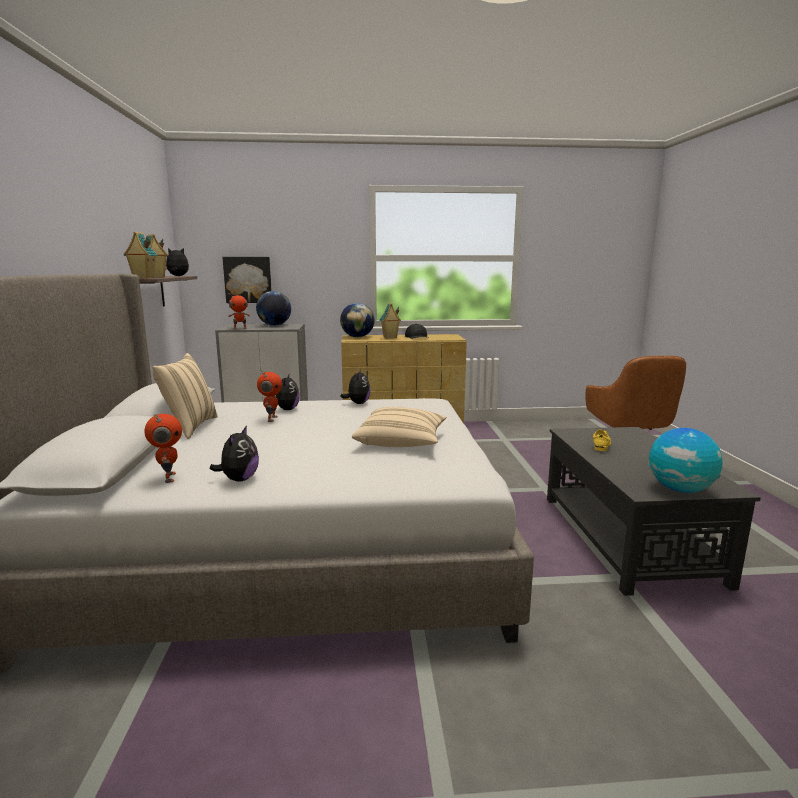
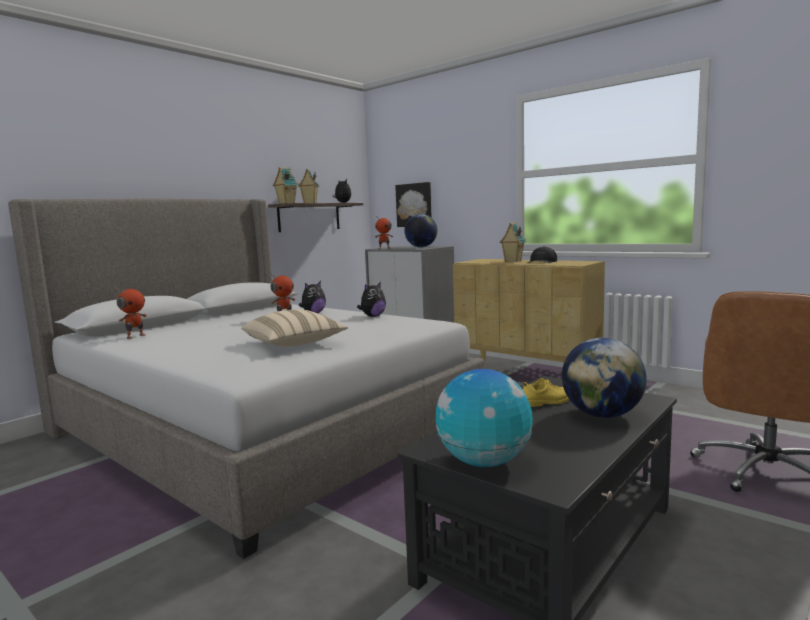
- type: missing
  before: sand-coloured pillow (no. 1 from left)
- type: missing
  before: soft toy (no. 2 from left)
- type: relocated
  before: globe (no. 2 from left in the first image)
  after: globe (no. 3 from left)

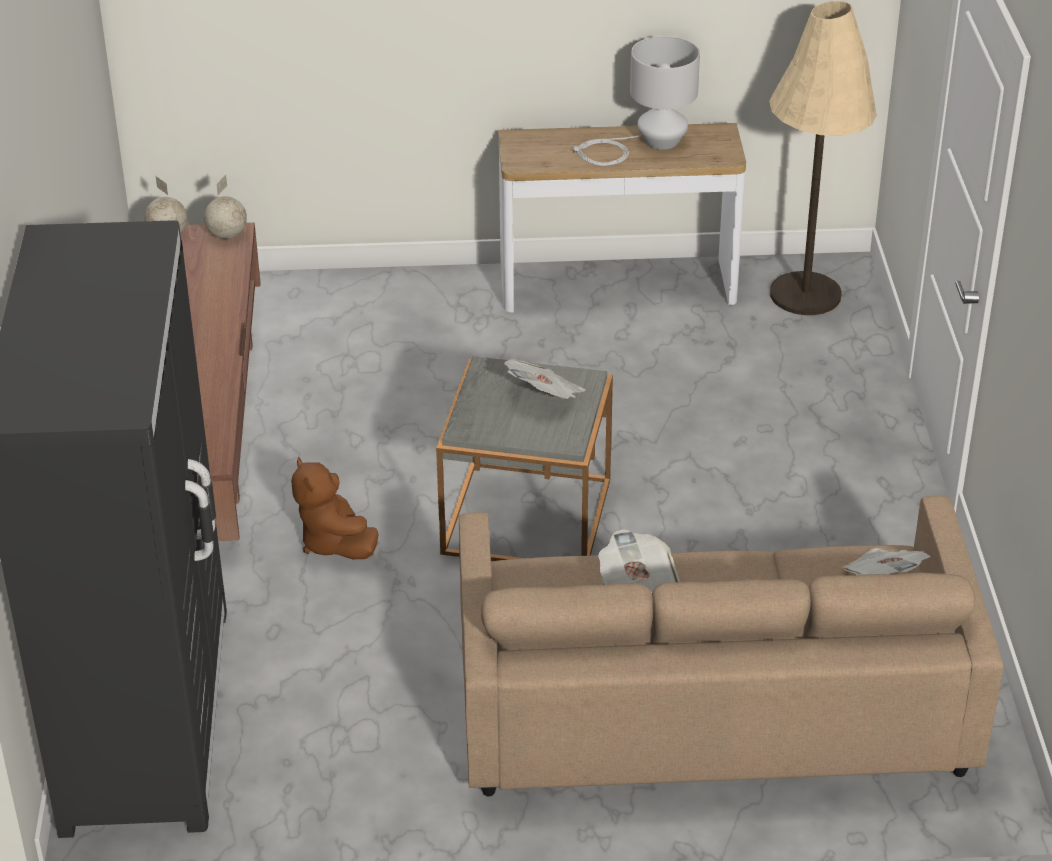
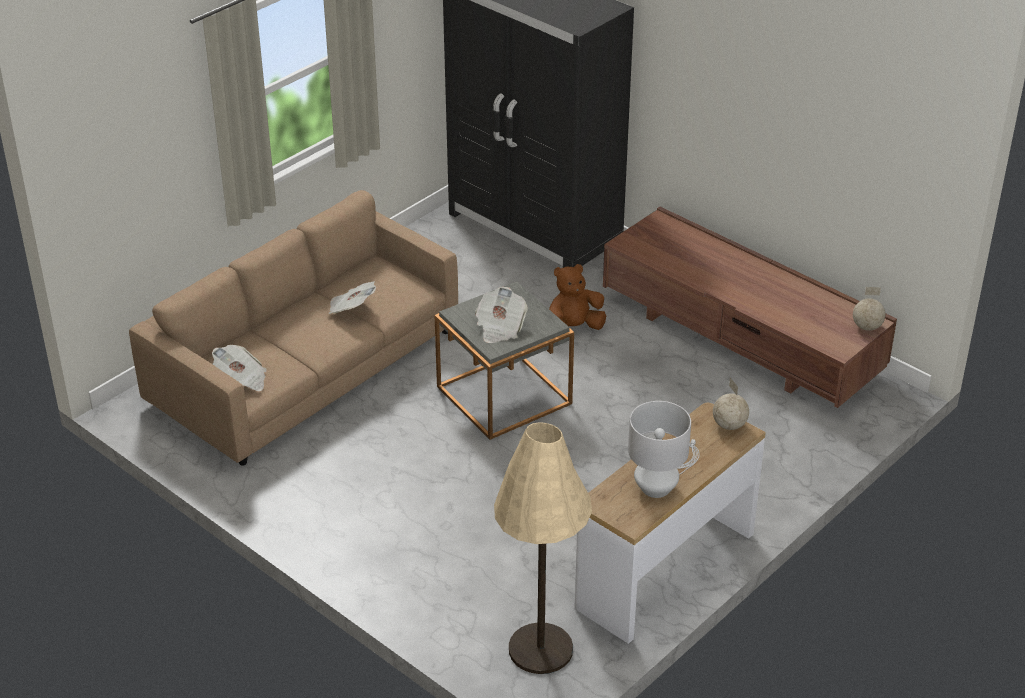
- type: relocated
  before: globe (no. 2 from left in the first image)
  after: globe (no. 1 from left)
- type: spun
  before: brownish soft toy
  turn: -45

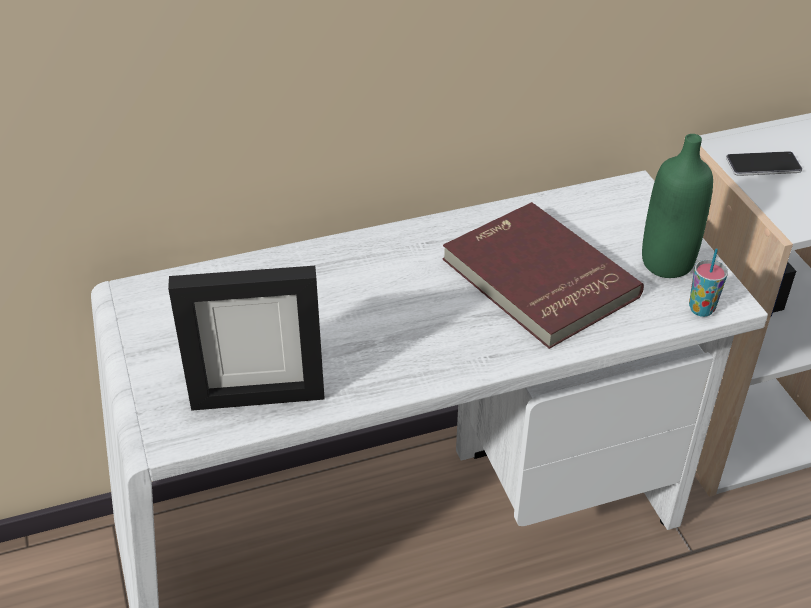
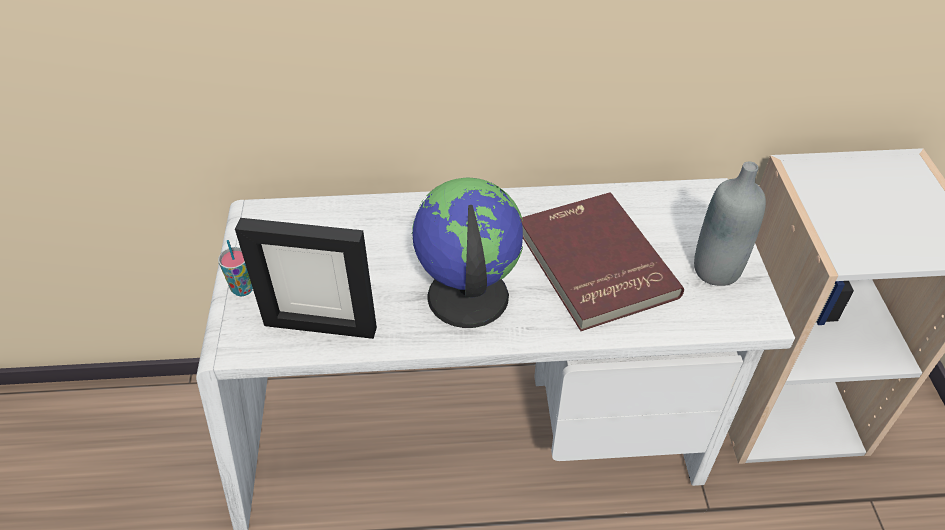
- type: colour
  before: green beverage bottle
  after: gray beverage bottle
- type: relocated
  before: drinking cup
- type: missing
  before: handset
- type: appeared
  after: globe

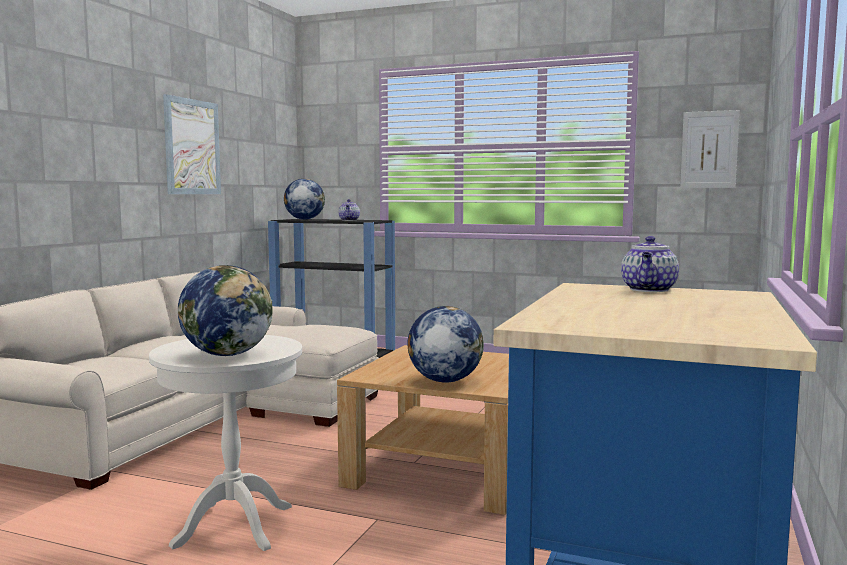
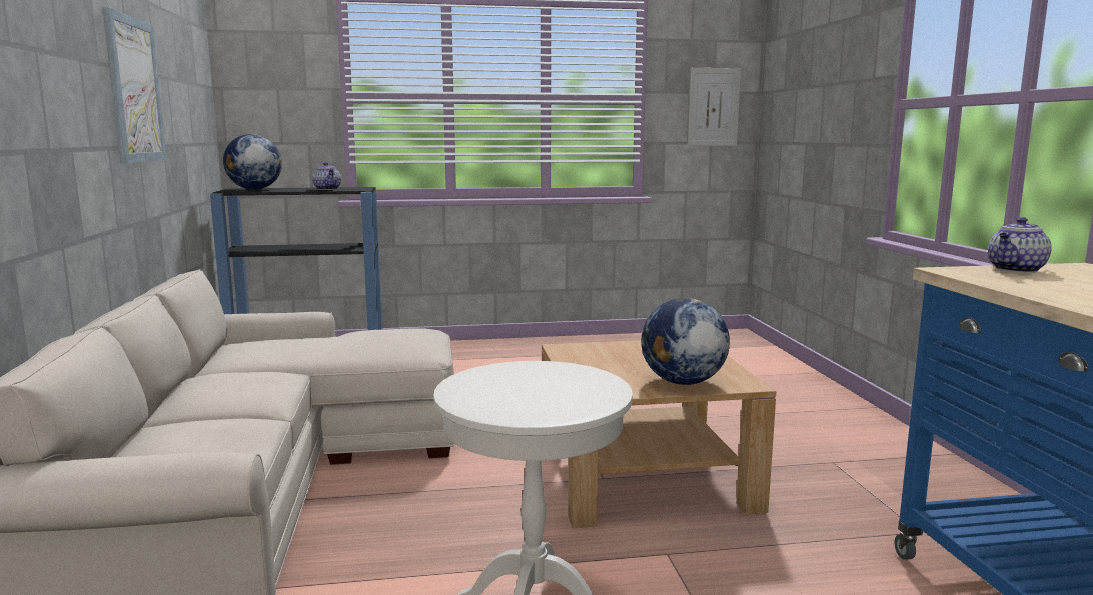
- type: missing
  before: globe (no. 1 from left)
- type: spun
  before: pot for tea (no. 2 from left)
  turn: 60

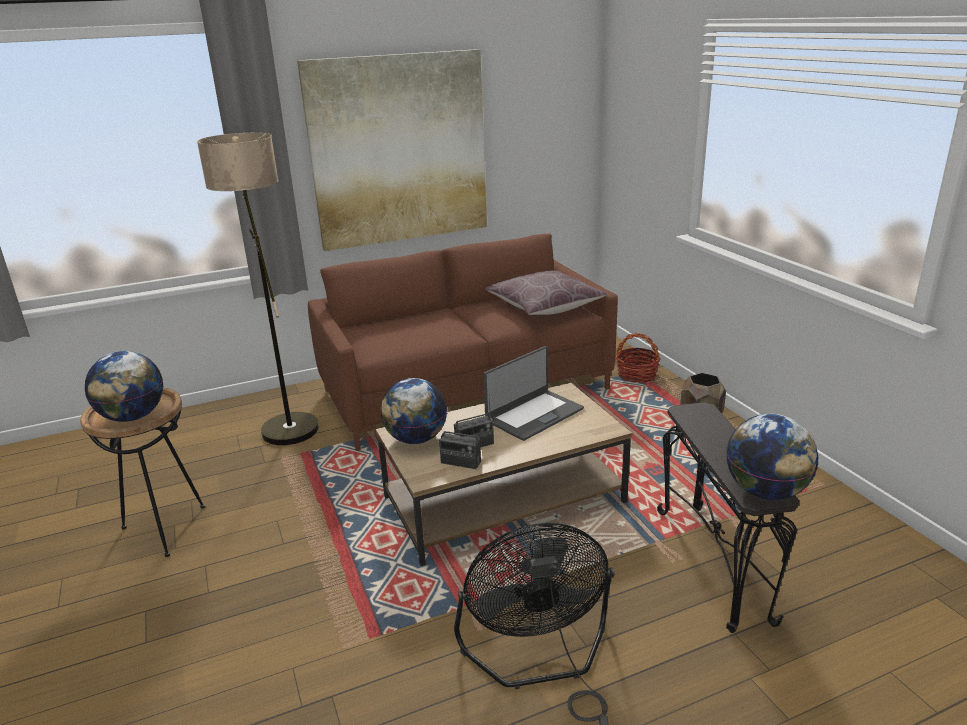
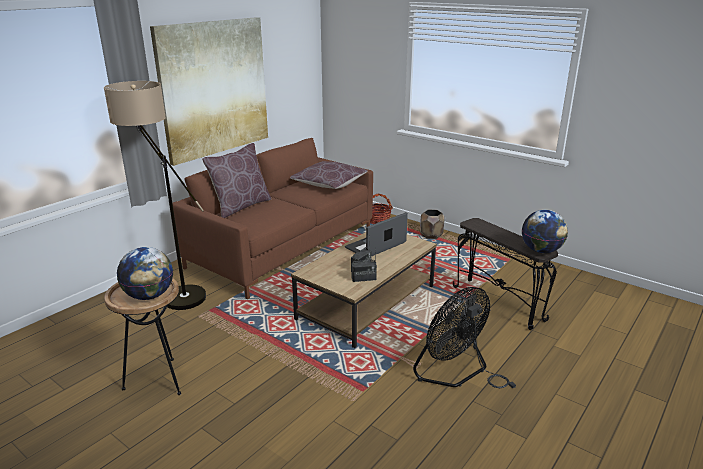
- type: missing
  before: globe (no. 2 from left)
- type: spun
  before: laptop
  turn: -150
- type: appeared
  after: brownish pillow (no. 1 from left)

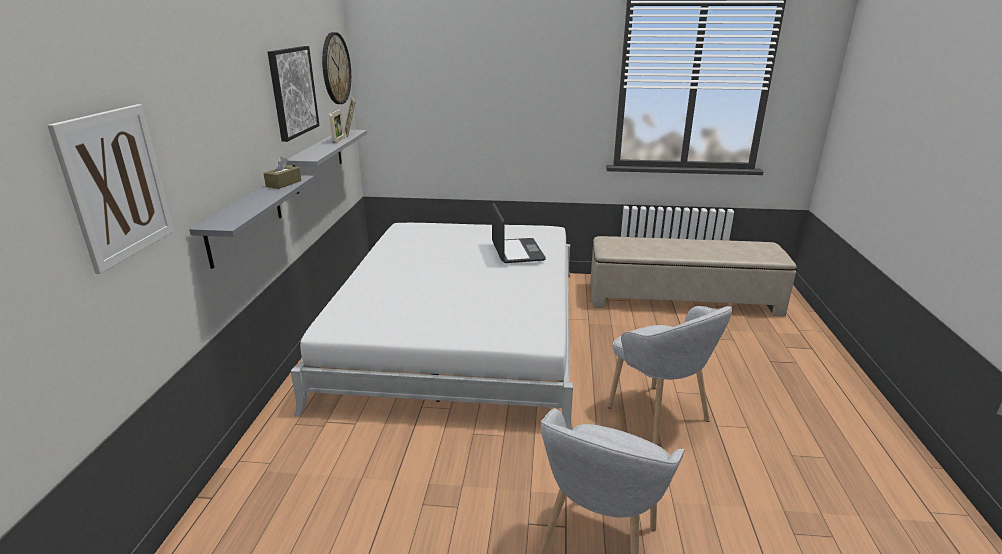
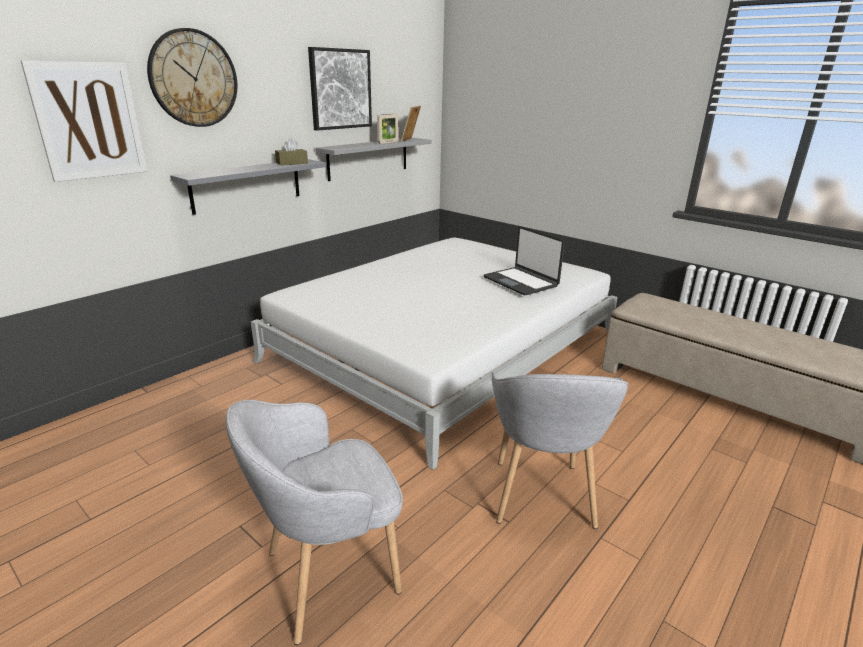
- type: relocated
  before: wall clock
- type: spun
  before: laptop
  turn: 120

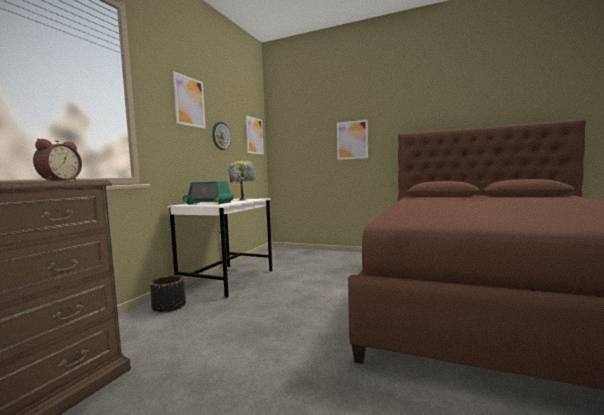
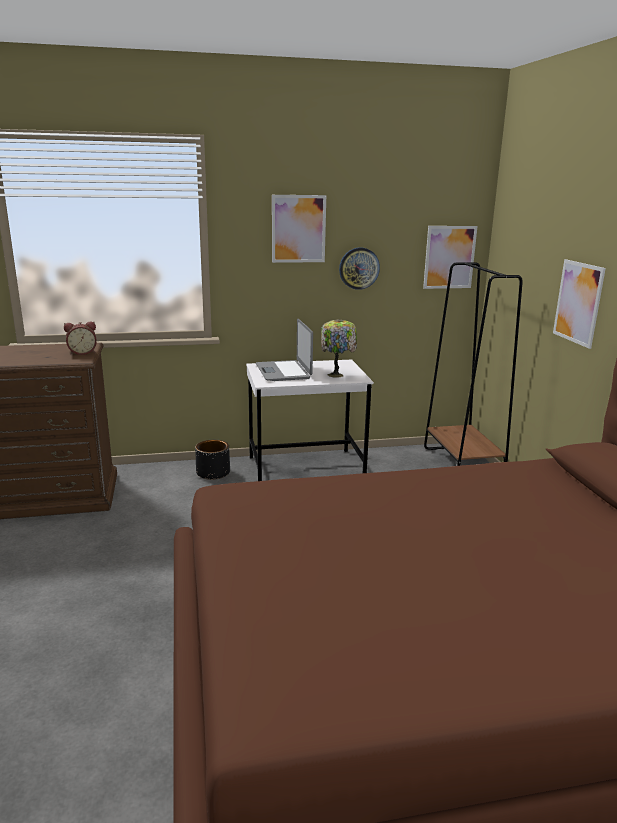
- type: exchanged
  before: radio set
  after: laptop
- type: appeared
  after: garment rack

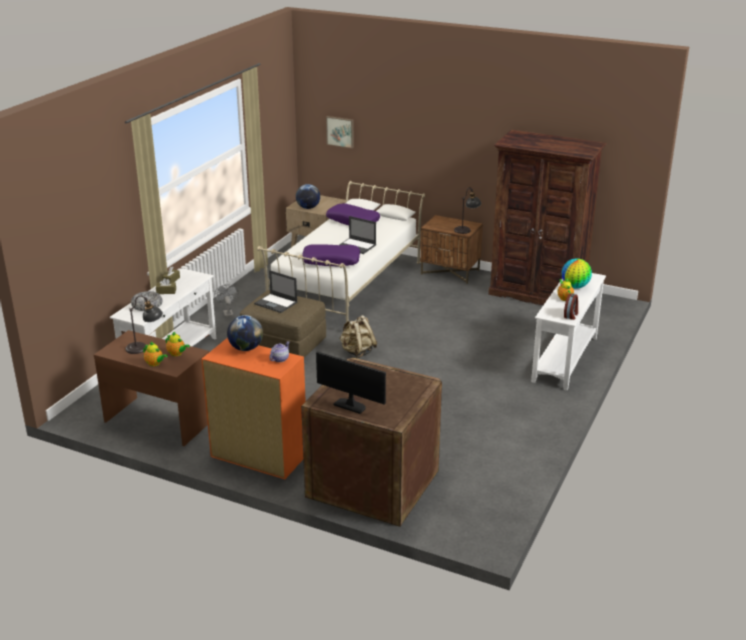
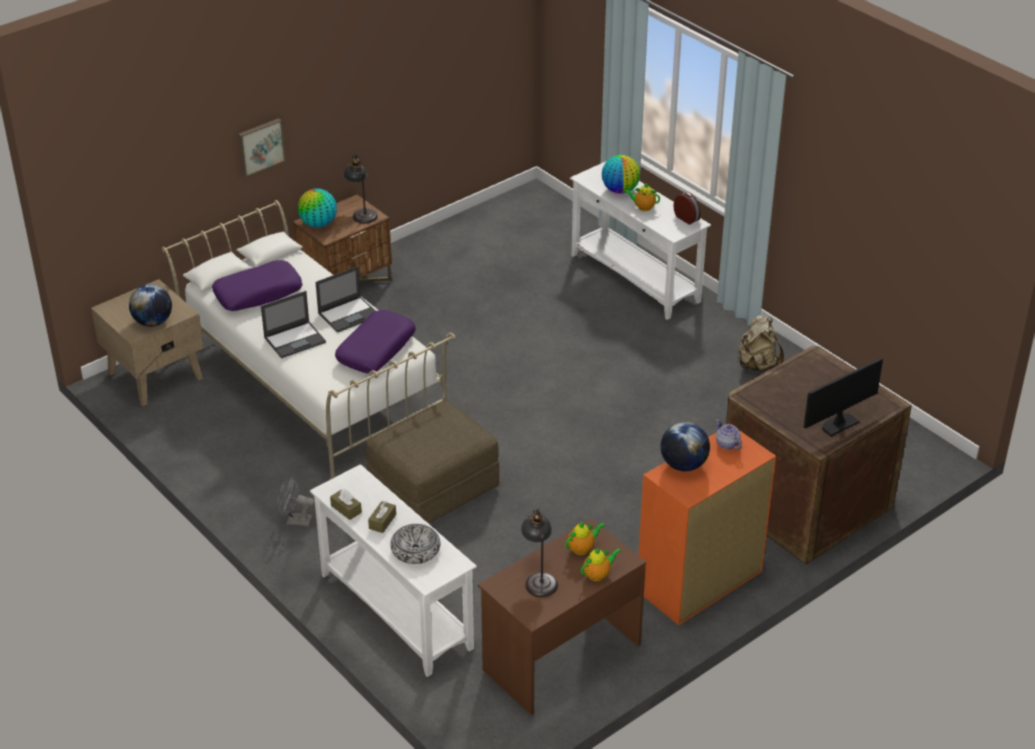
- type: relocated
  before: laptop (no. 1 from left)
- type: relocated
  before: wall picture
- type: relocated
  before: sand-coloured rucksack
- type: missing
  before: brownish wardrobe
- type: appeared
  after: globe (no. 2 from left)

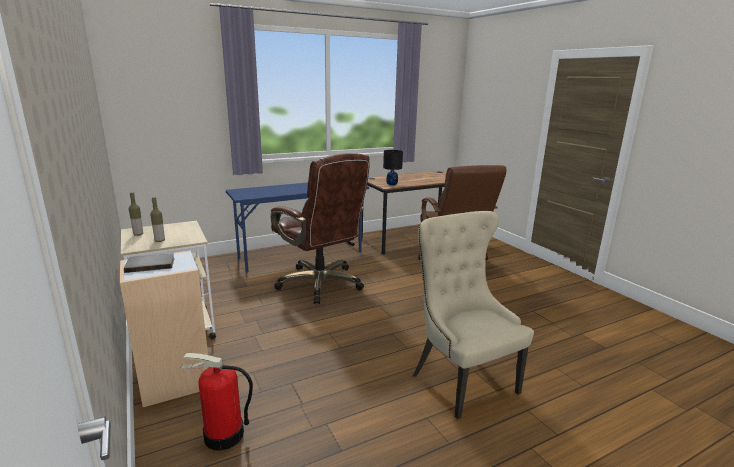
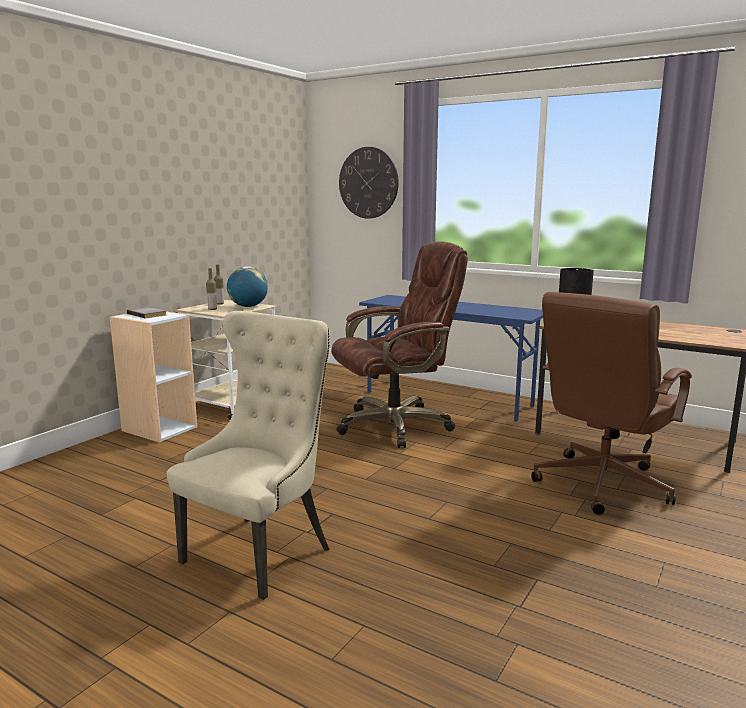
- type: missing
  before: fire-fighting cylinder
- type: spun
  before: brownish office chair (no. 1 from left)
  turn: -135
- type: appeared
  after: globe
- type: appeared
  after: wall clock

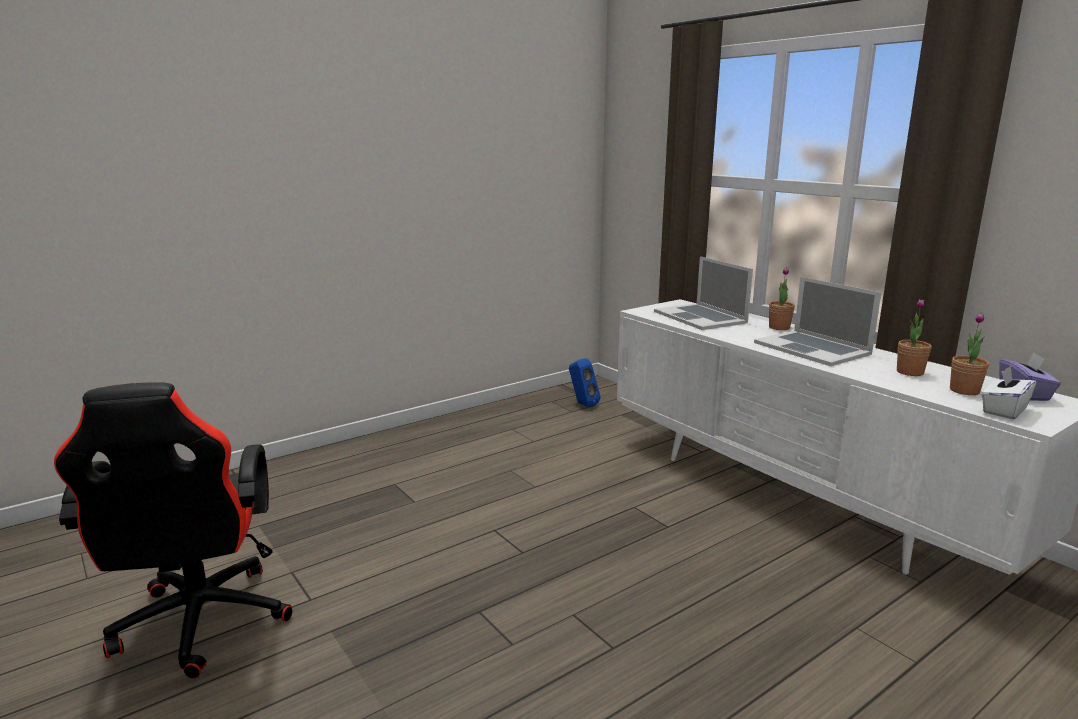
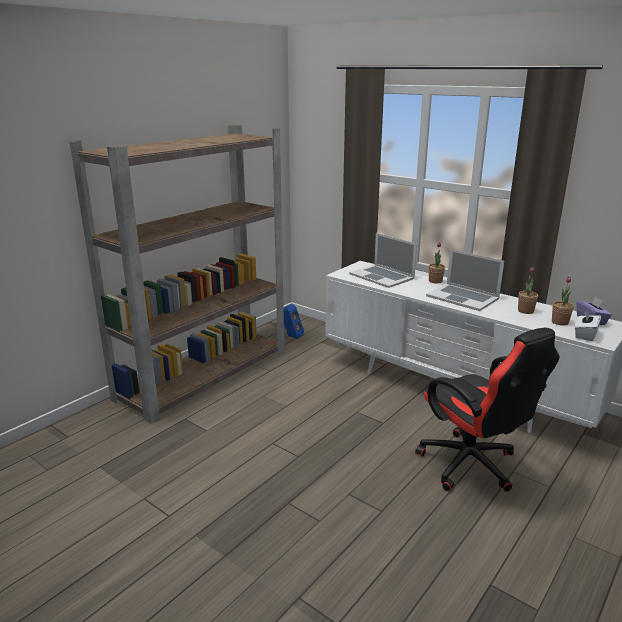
- type: relocated
  before: black office chair
- type: appeared
  after: brownish bookcase

